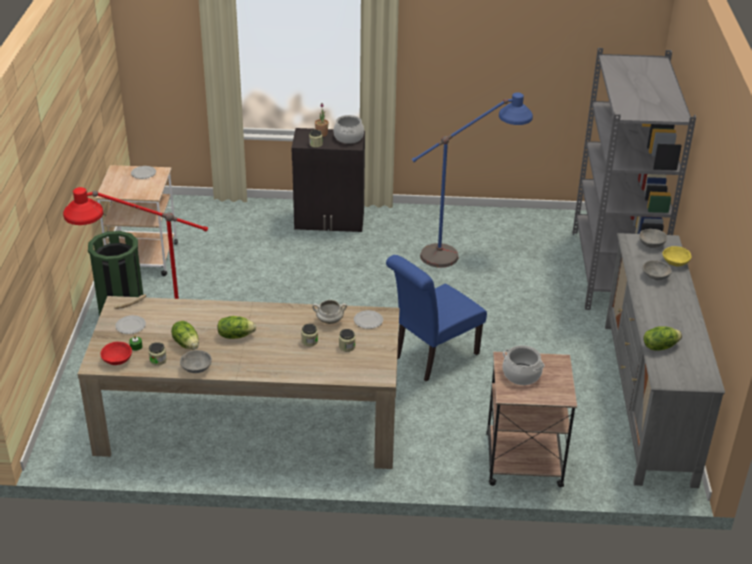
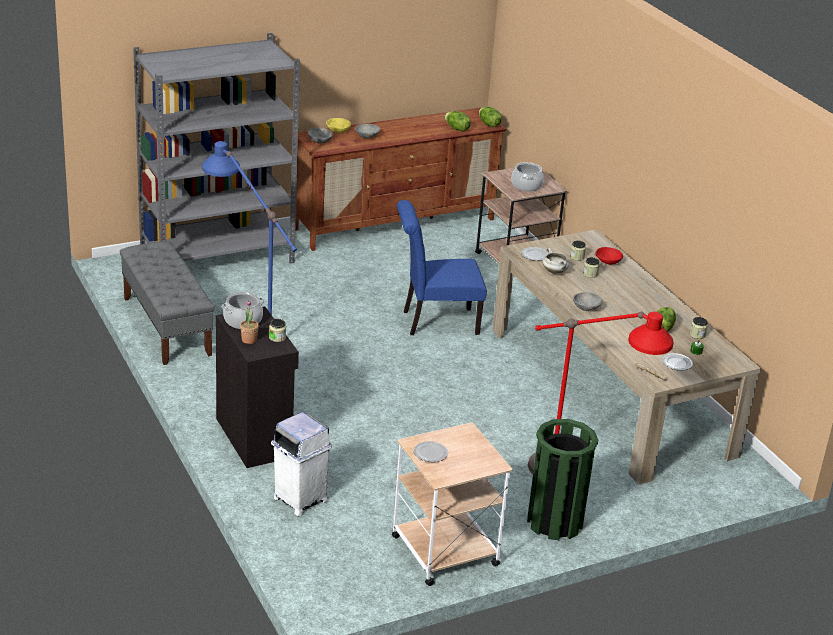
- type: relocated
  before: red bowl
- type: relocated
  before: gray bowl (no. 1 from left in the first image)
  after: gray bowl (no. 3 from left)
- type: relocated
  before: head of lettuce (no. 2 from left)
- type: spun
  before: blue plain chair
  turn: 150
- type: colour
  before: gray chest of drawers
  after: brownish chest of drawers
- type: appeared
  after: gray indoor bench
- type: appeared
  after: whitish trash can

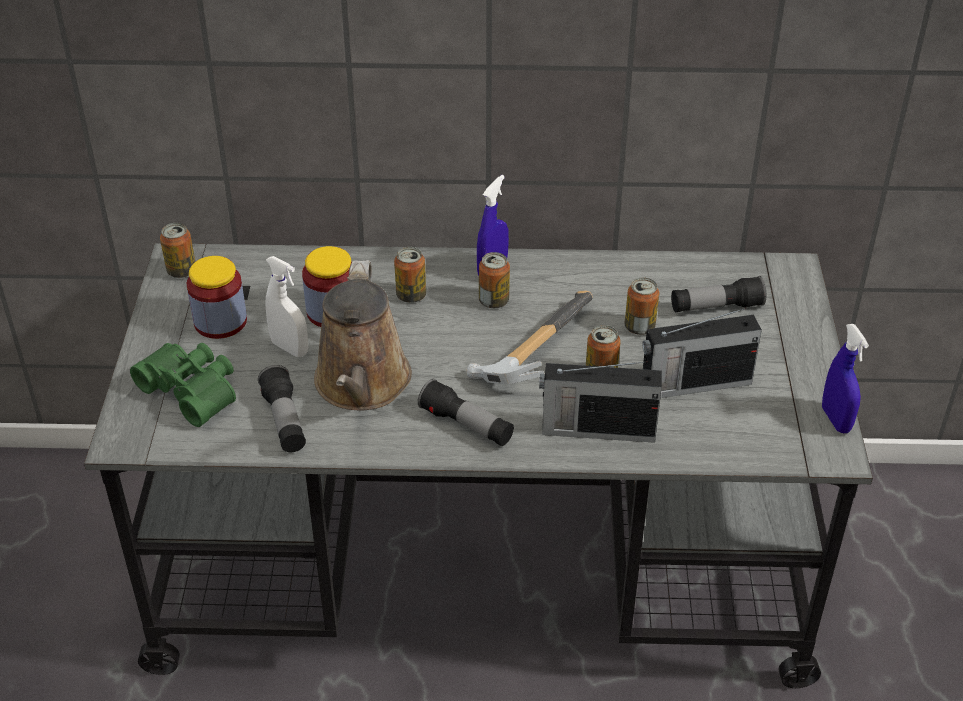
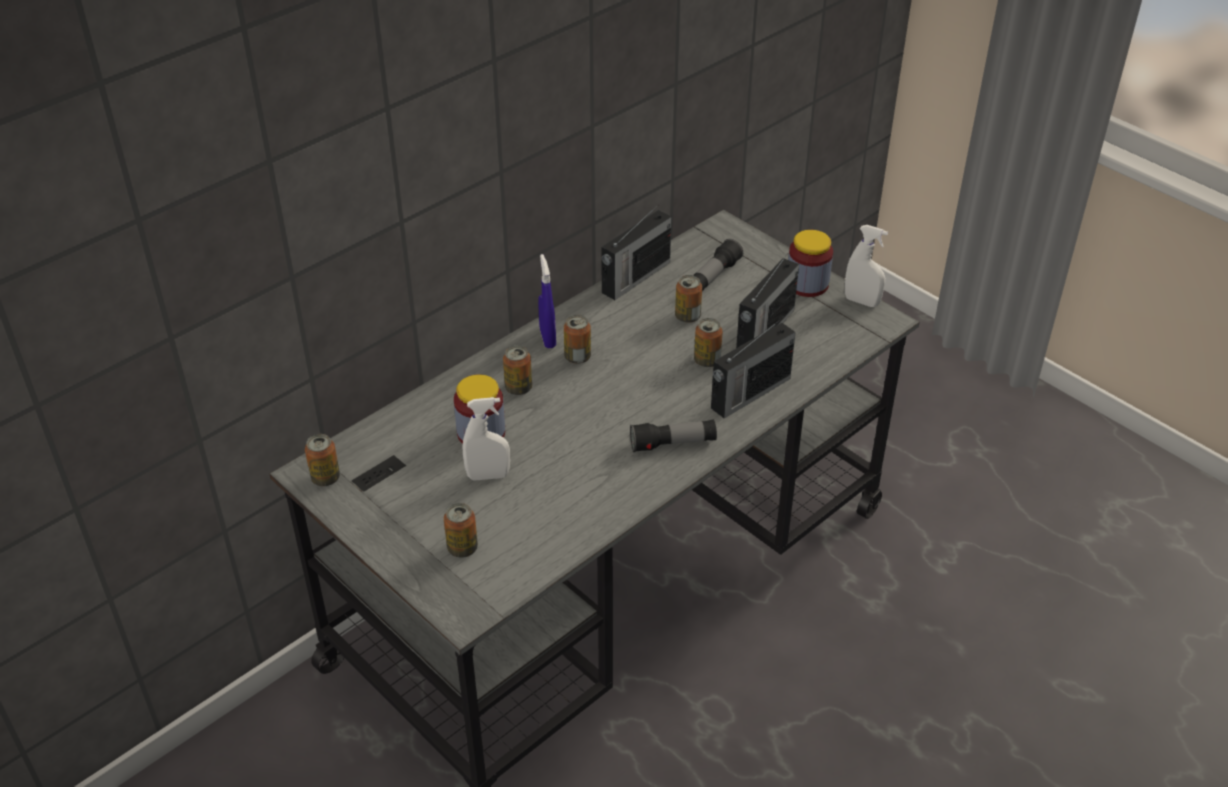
- type: exchanged
  before: green binoculars
  after: metal can (no. 2 from left)
- type: relocated
  before: preserve jar (no. 1 from left in the first image)
  after: preserve jar (no. 2 from left)
- type: missing
  before: torch (no. 1 from left)
- type: missing
  before: brownish sprinkling can
- type: missing
  before: tool hammer
- type: colour
  before: blue hand sprayer (no. 2 from left)
  after: whitish hand sprayer (no. 2 from left)
- type: appeared
  after: radio set (no. 1 from left)

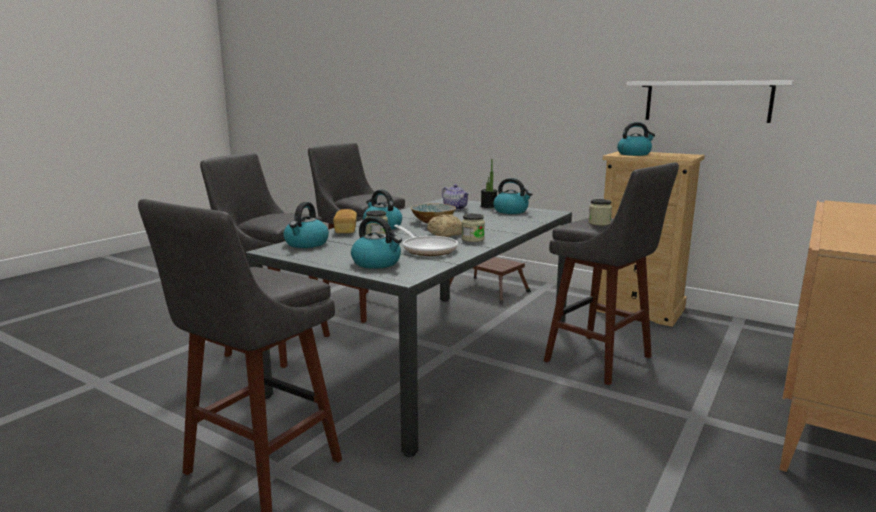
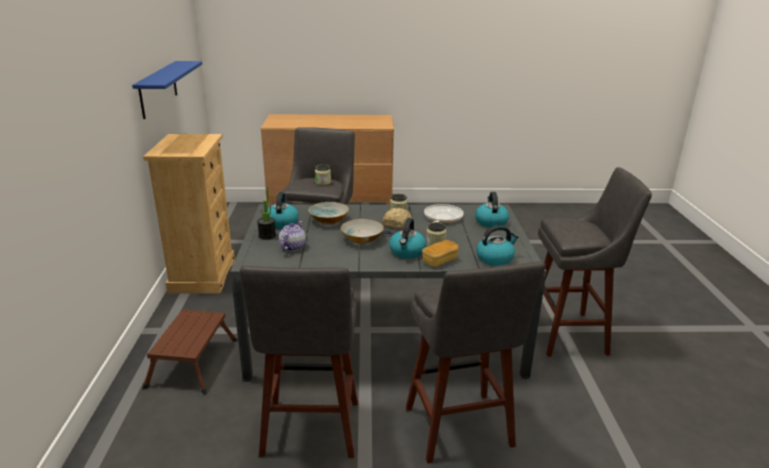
- type: missing
  before: kettle (no. 5 from left)
- type: colour
  before: whitish wall shelf
  after: blue wall shelf
- type: appeared
  after: bowl (no. 1 from left)

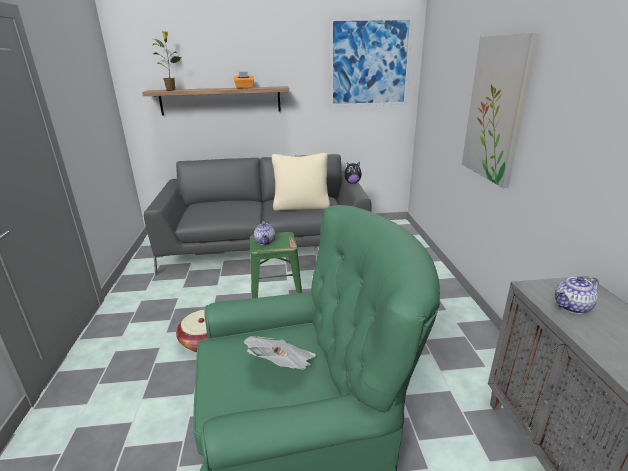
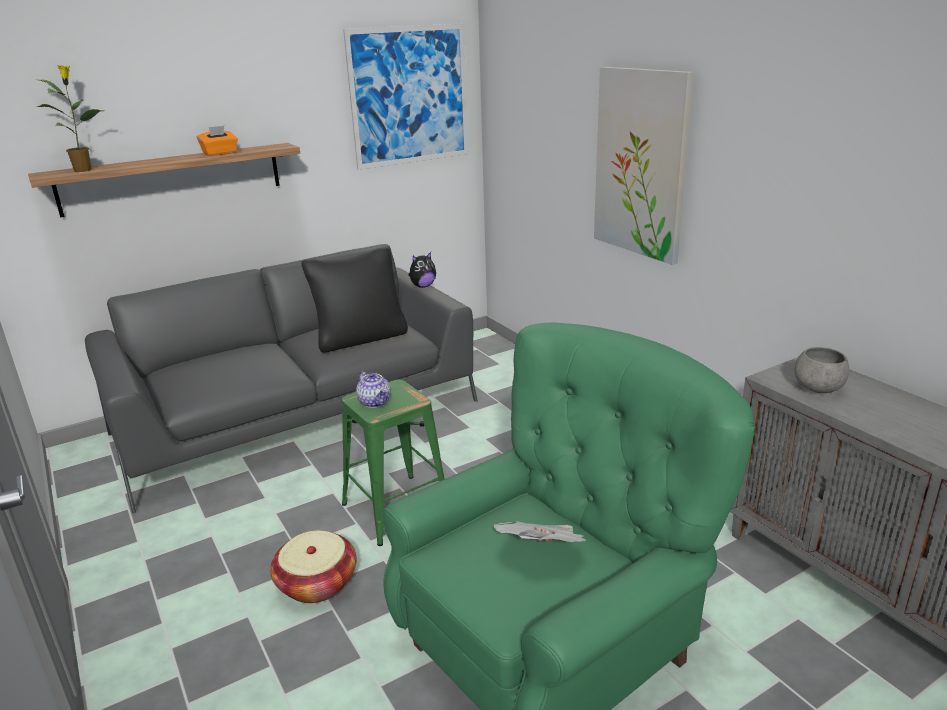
- type: colour
  before: sand-coloured pillow
  after: black pillow
- type: exchanged
  before: pot for tea (no. 2 from left)
  after: gray bowl

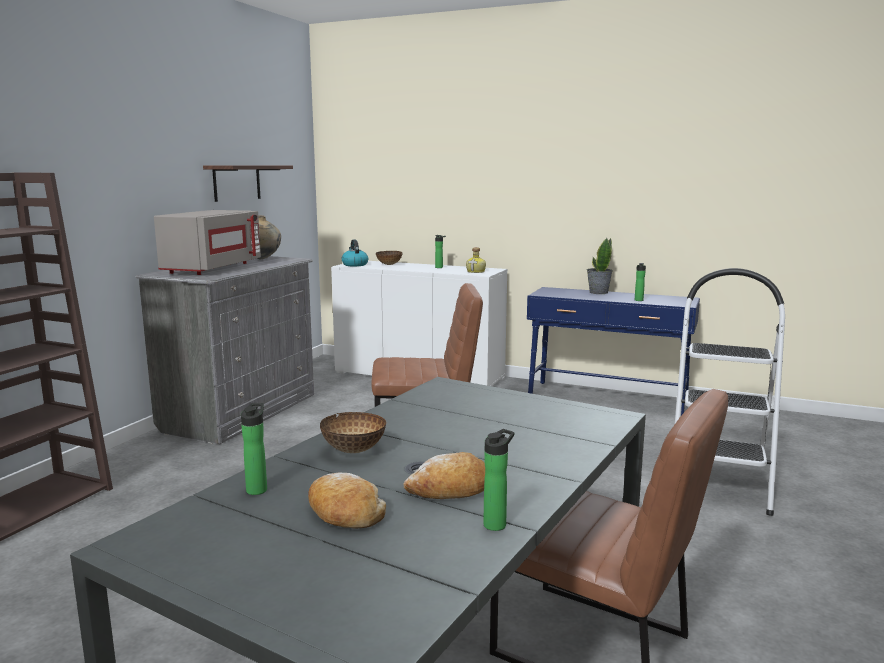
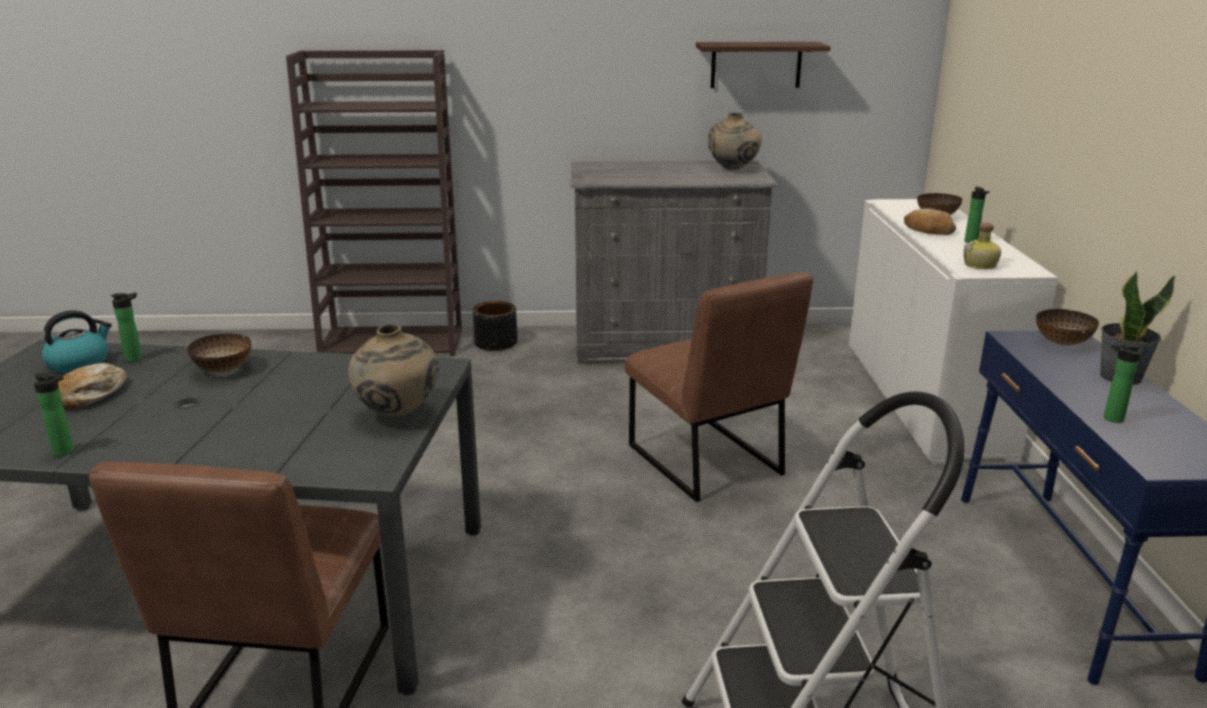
- type: missing
  before: gray microwave
- type: relocated
  before: kettle
- type: relocated
  before: bread (no. 2 from left)
- type: appeared
  after: sand-coloured decorative vase (no. 1 from left)
- type: appeared
  after: black planter
- type: appeared
  after: bowl (no. 3 from left)

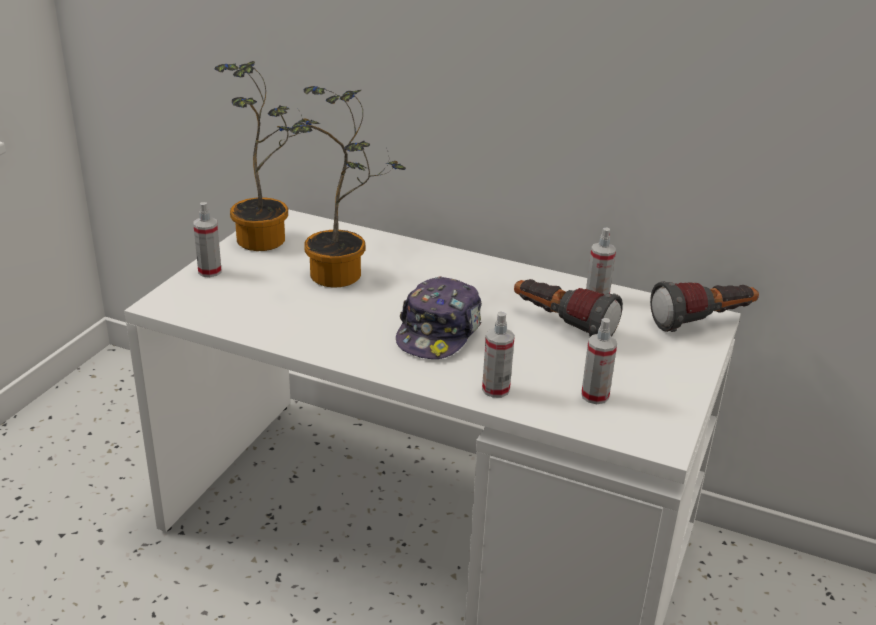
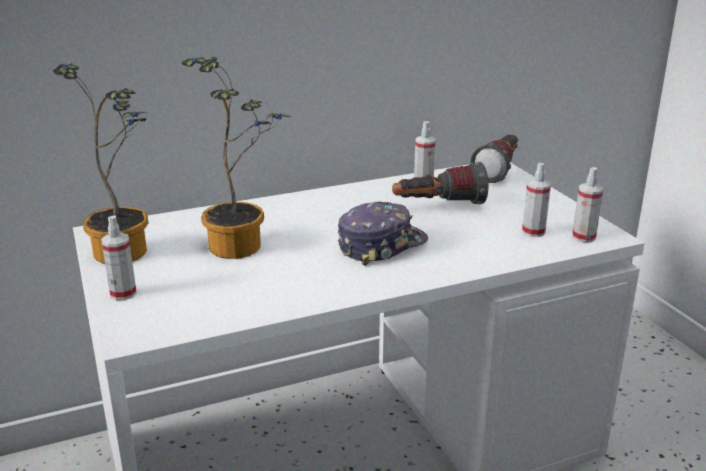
- type: spun
  before: peaked cap
  turn: -105
- type: relocated
  before: hand sprayer (no. 2 from left in the first image)
  after: hand sprayer (no. 4 from left)

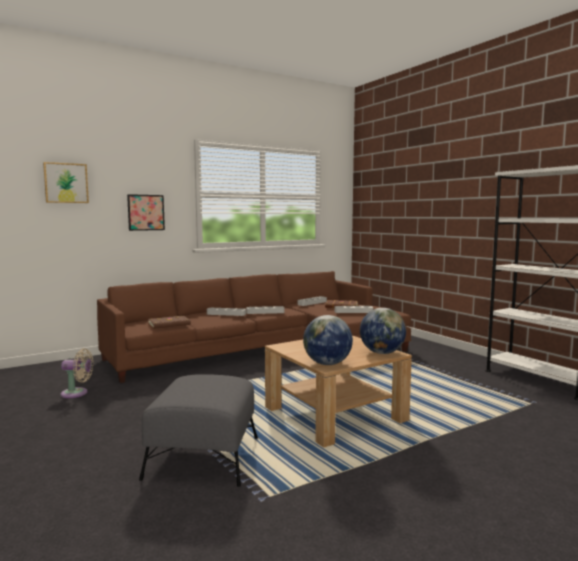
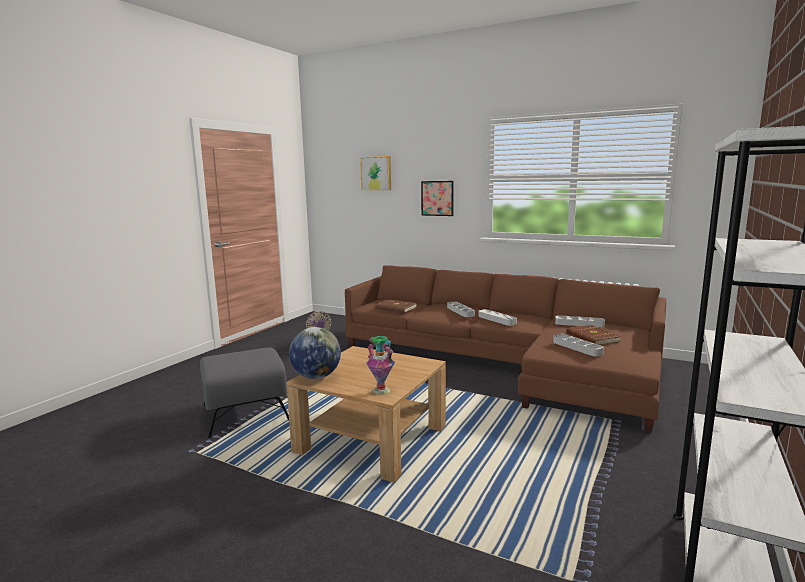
- type: exchanged
  before: globe (no. 2 from left)
  after: decorative vase

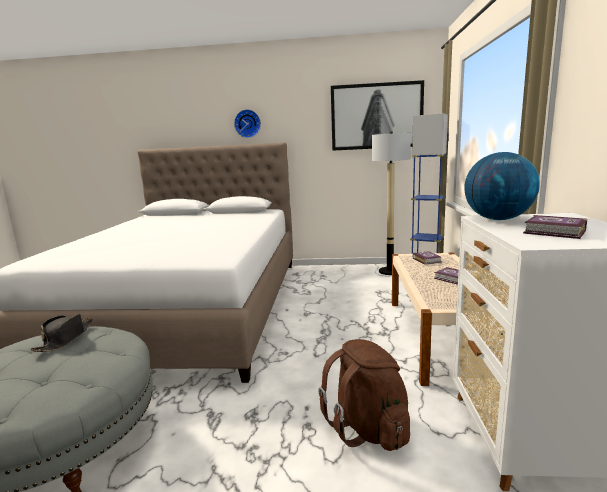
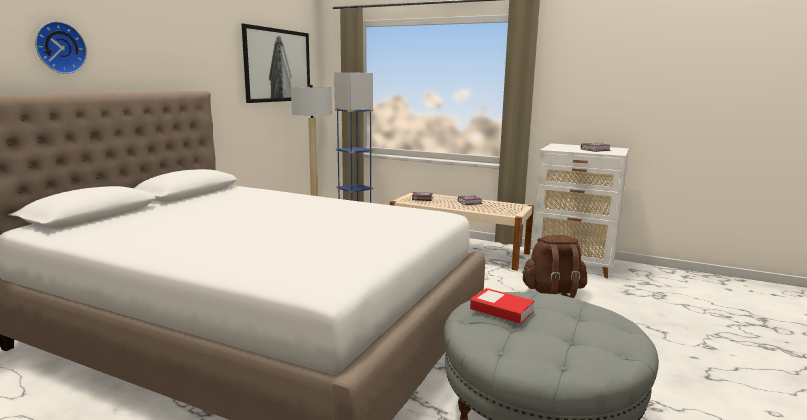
- type: exchanged
  before: black wearable hat
  after: volume (no. 3 from left)
- type: relocated
  before: wall clock
- type: missing
  before: globe

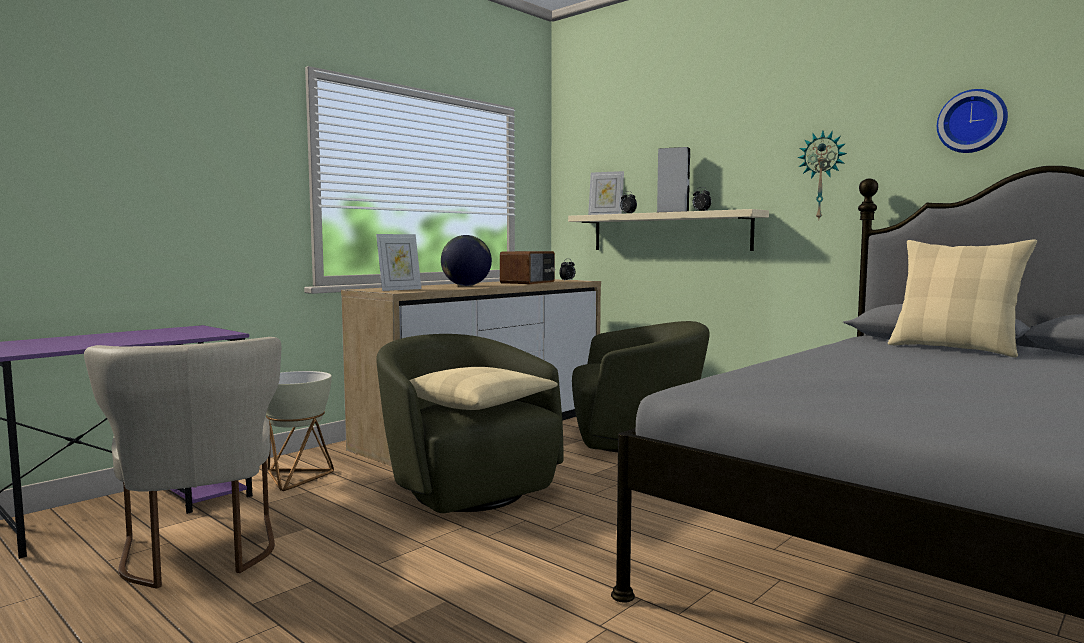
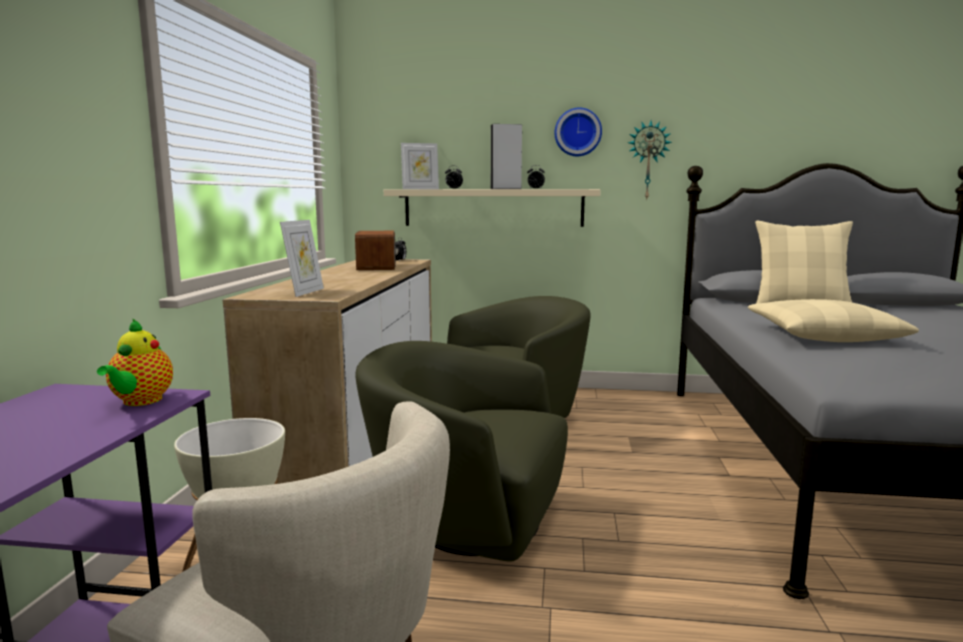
- type: relocated
  before: sand-coloured pillow (no. 1 from left in the first image)
  after: sand-coloured pillow (no. 2 from left)
- type: missing
  before: globe
- type: relocated
  before: wall clock (no. 2 from left in the first image)
  after: wall clock (no. 1 from left)
- type: appeared
  after: pot for tea

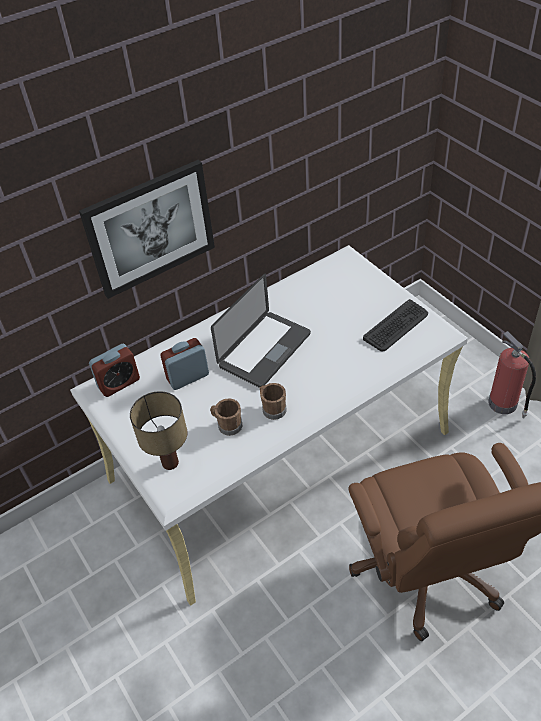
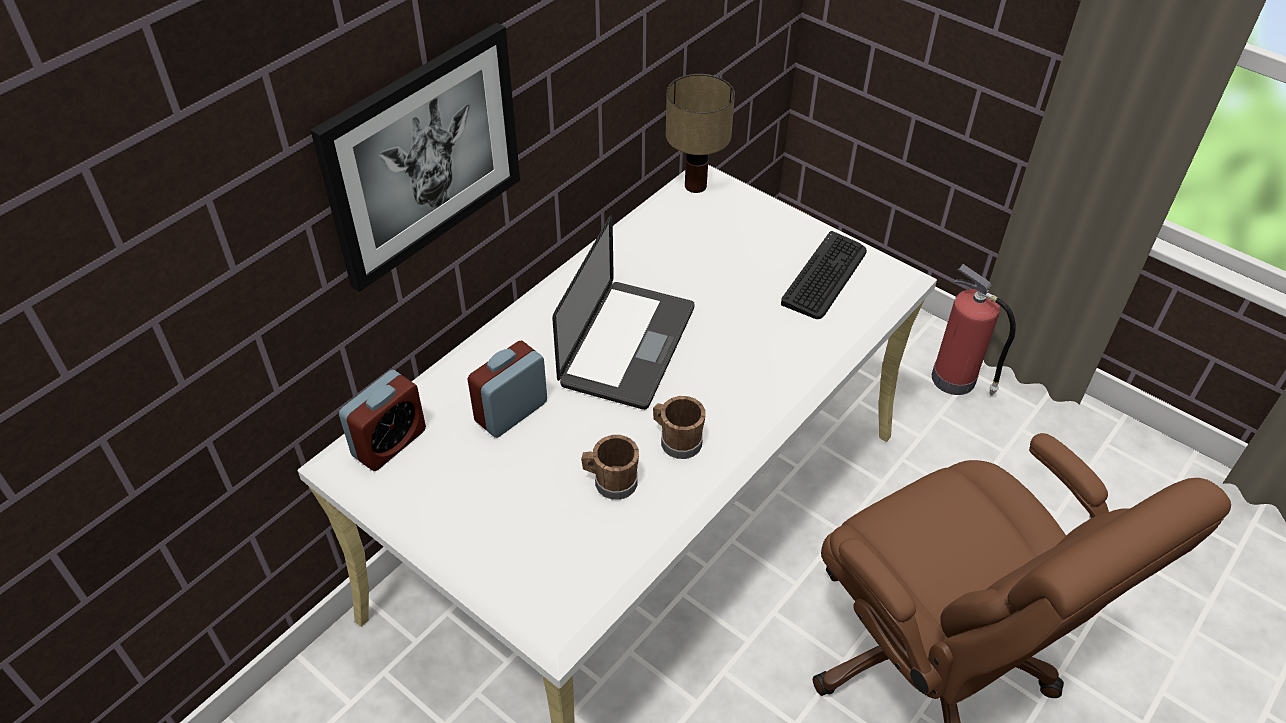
- type: relocated
  before: tabletop lamp

